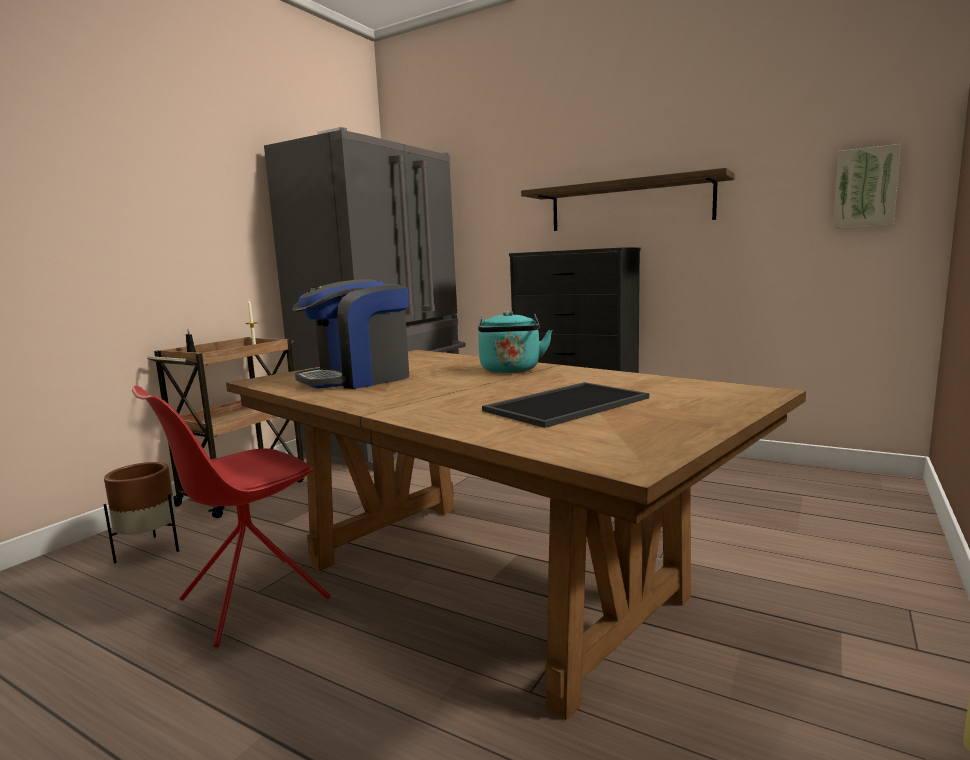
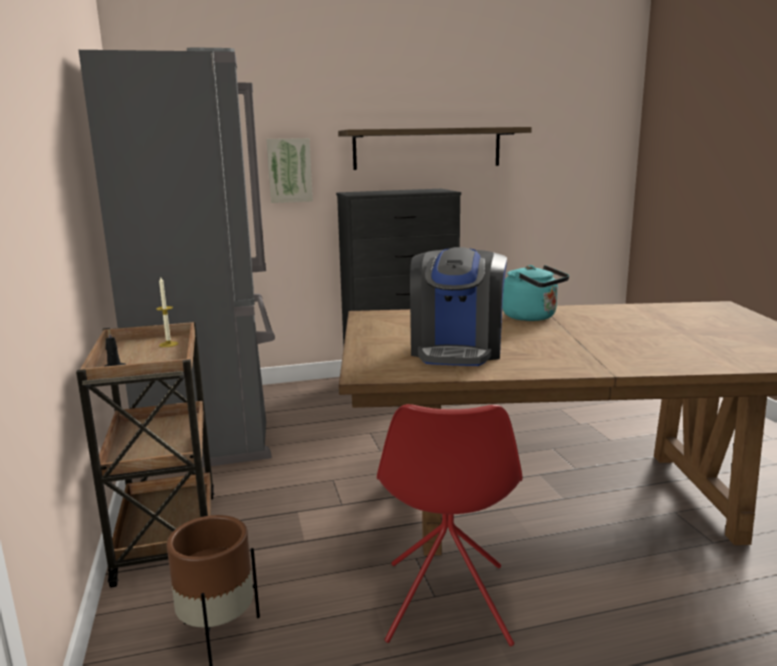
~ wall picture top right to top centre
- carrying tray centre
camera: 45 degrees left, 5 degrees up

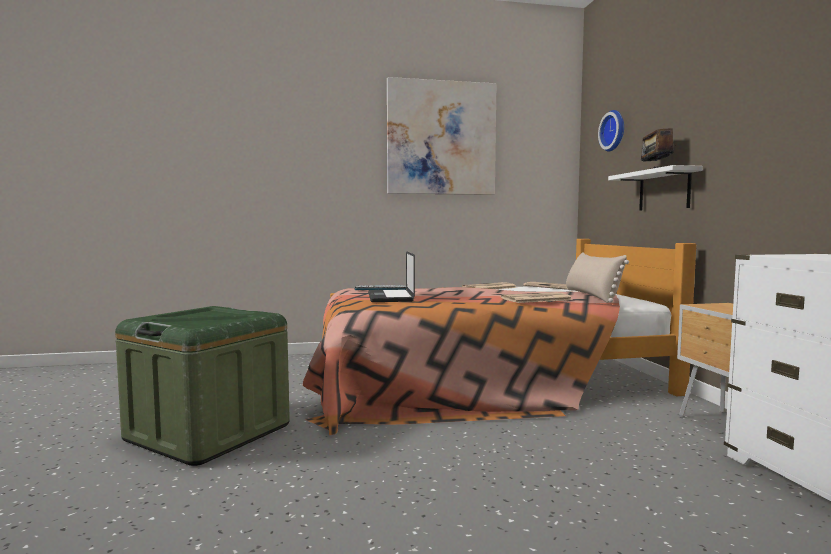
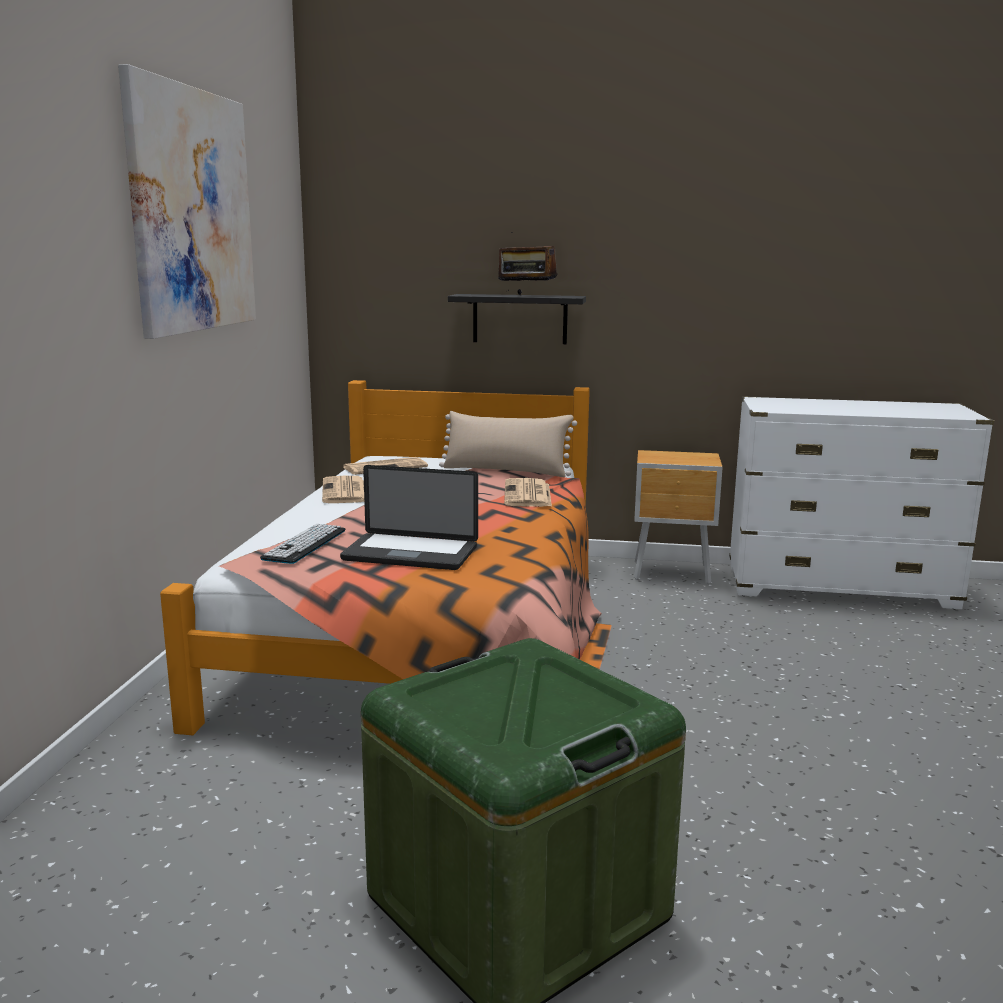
~ white-coloured shelf middle right to blackish shelf top centre
- wall clock top right
camera: 70 degrees left, 10 degrees up

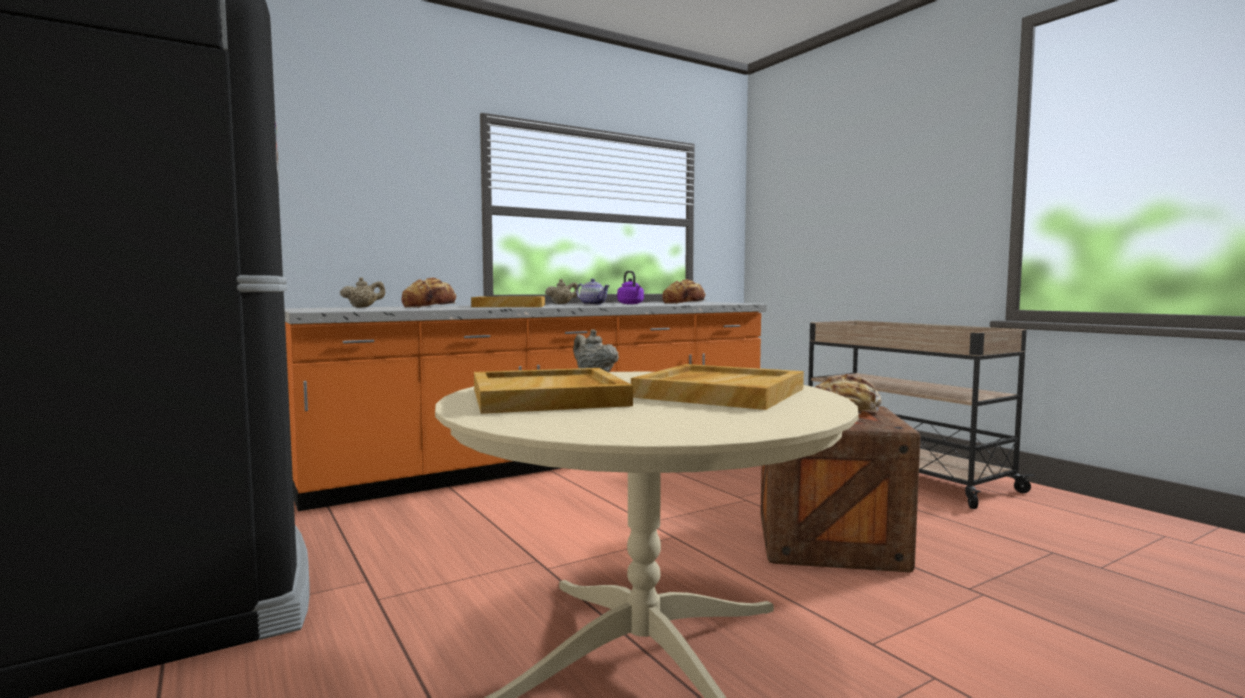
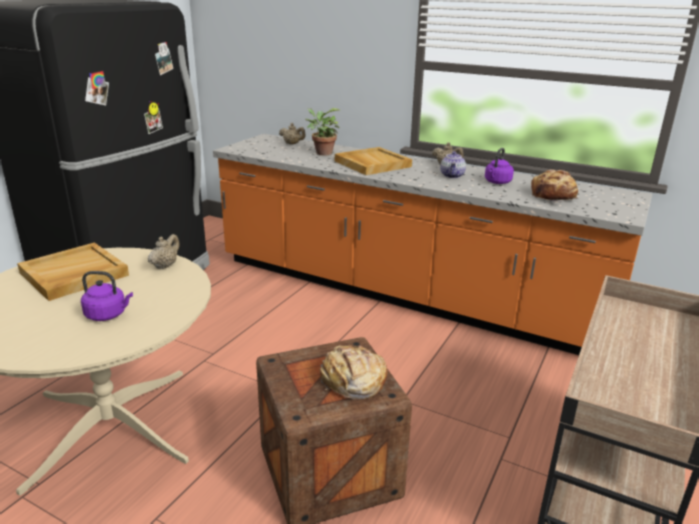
~ beige-coloured carrying tray (no. 3 from left) centre to purplish tea kettle (no. 1 from left) middle left
~ bakery bread (no. 1 from left) centre to houseplant top centre
camera: 60 degrees right, 20 degrees up

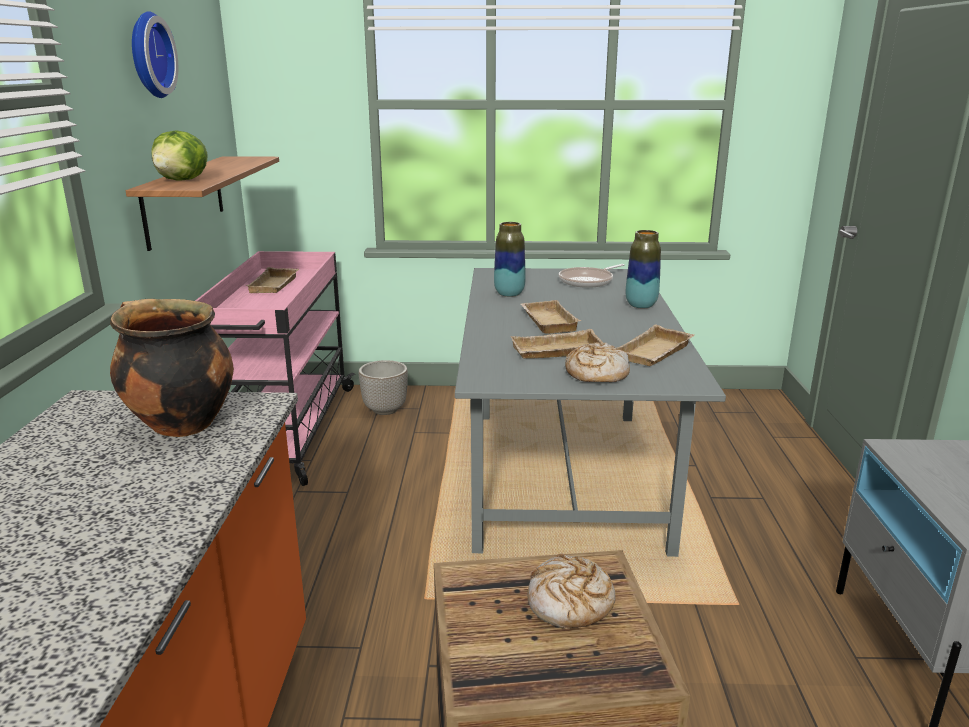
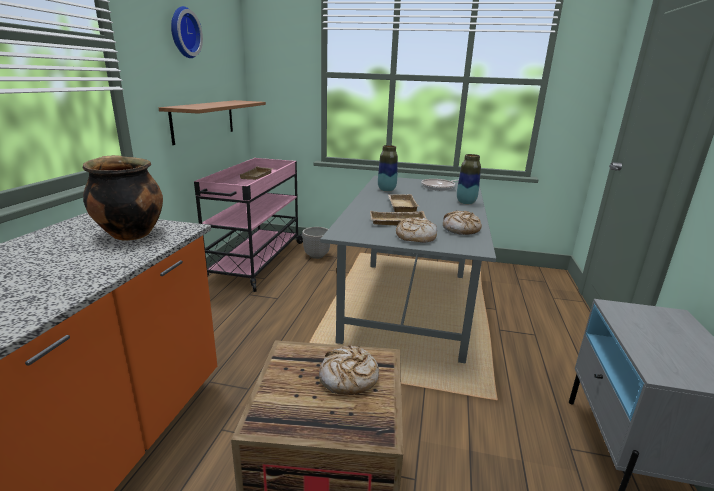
~ beige-coloured carrying tray (no. 4 from left) middle right to bakery bread (no. 3 from left) centre
- head of lettuce top left
camera: 10 degrees right, 0 degrees up

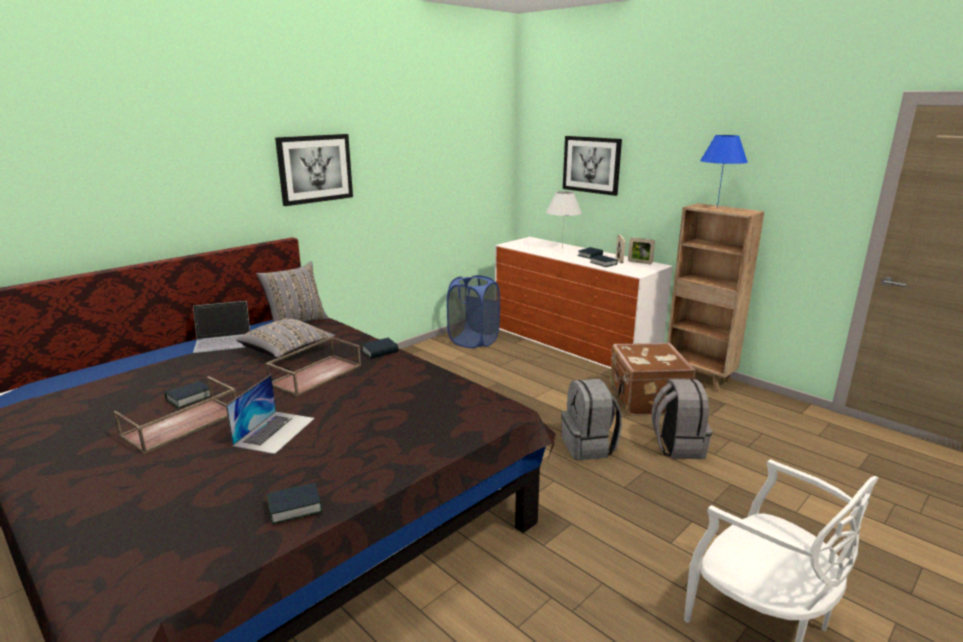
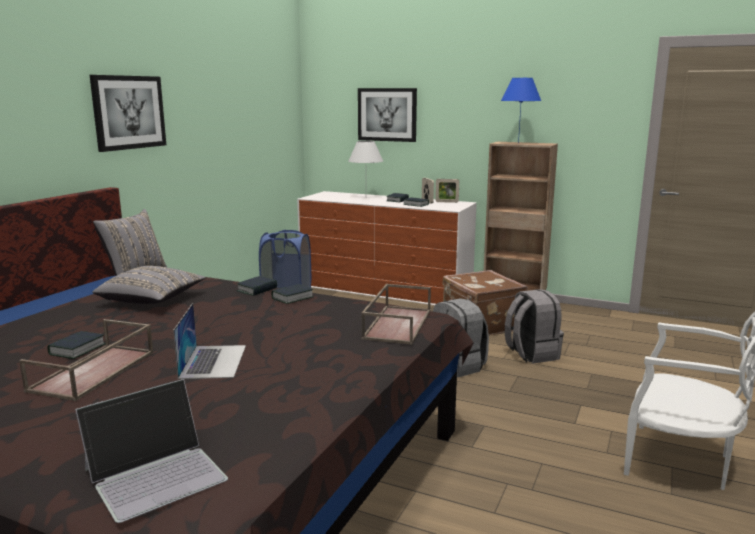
~ notebook computer (no. 1 from left) middle left to bottom left
~ book (no. 2 from left in the first image) bottom left to book (no. 3 from left) centre
~ brown-coloured carrying tray (no. 2 from left) middle left to centre
camera: 20 degrees left, 5 degrees down

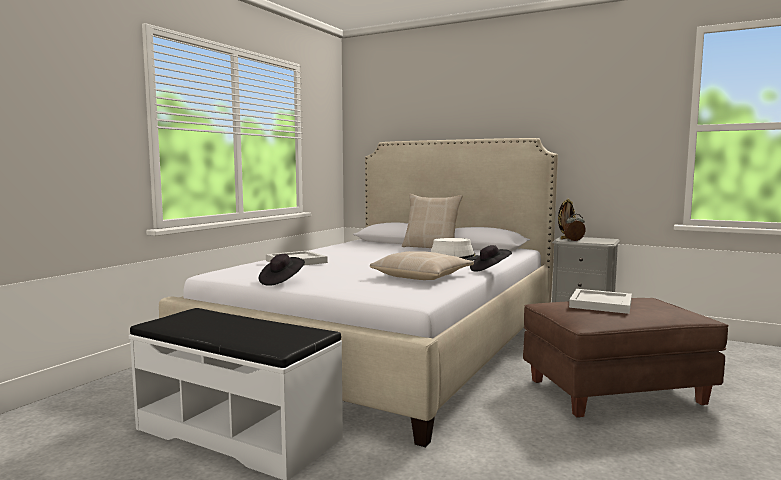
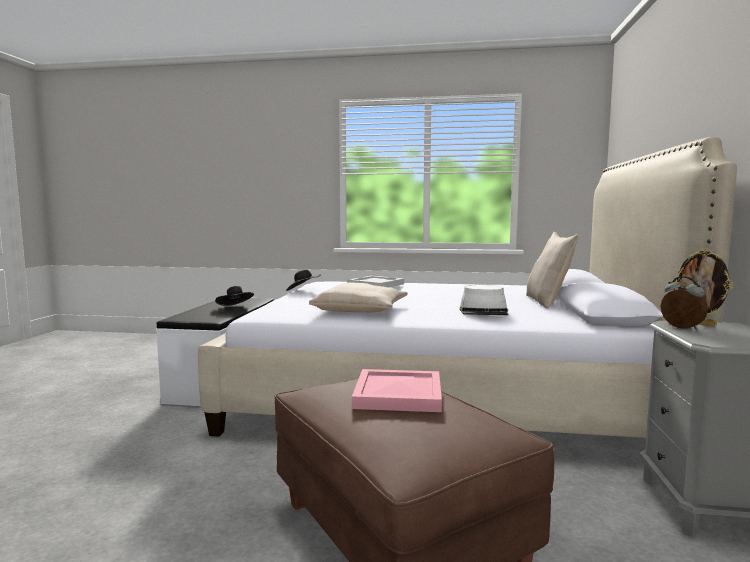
~ blackish wearable hat (no. 2 from left in the first image) centre to blackish wearable hat (no. 1 from left) middle left
~ white-coloured carrying tray (no. 2 from left) middle right to pink-coloured carrying tray bottom centre
camera: 70 degrees right, 0 degrees up

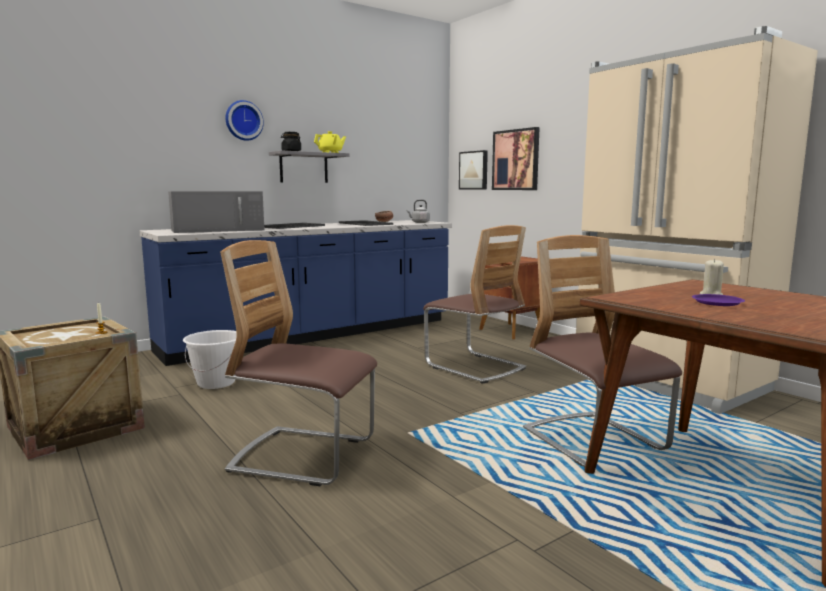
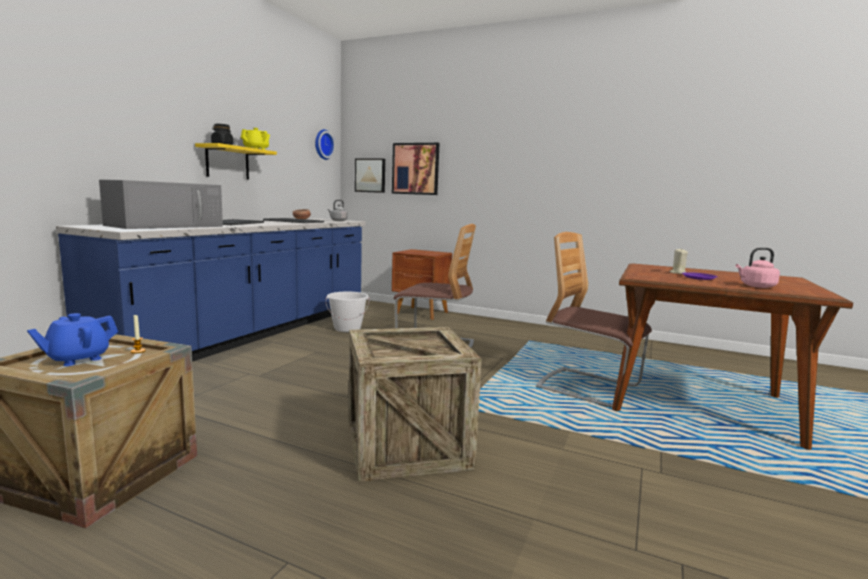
+ blue-coloured teapot middle left
~ greyish shelf top centre to yellow shelf top left
~ wall clock top left to top centre
~ white-coloured water bucket middle left to centre
~ upright chair (no. 1 from left) centre to packing crate (no. 2 from left) bottom centre
+ pink-coloured tea kettle middle right
- beige-coloured refrigerator middle right
camera: 30 degrees left, 0 degrees up

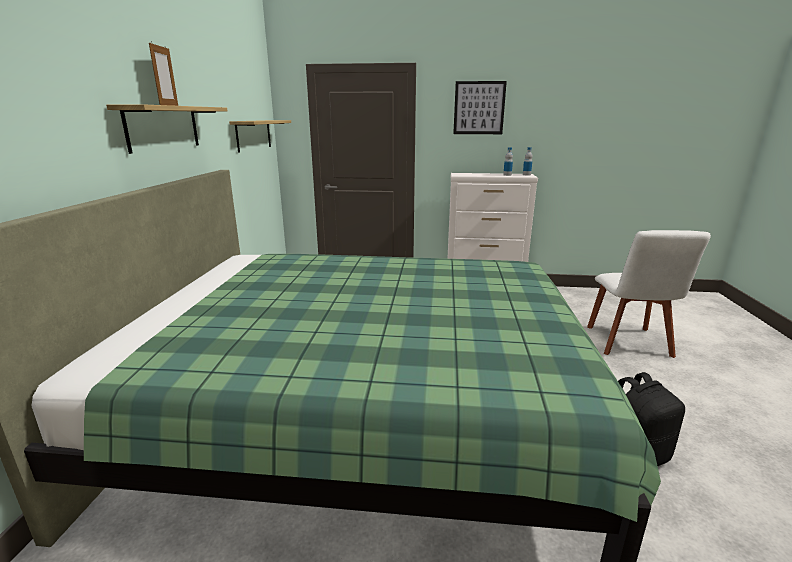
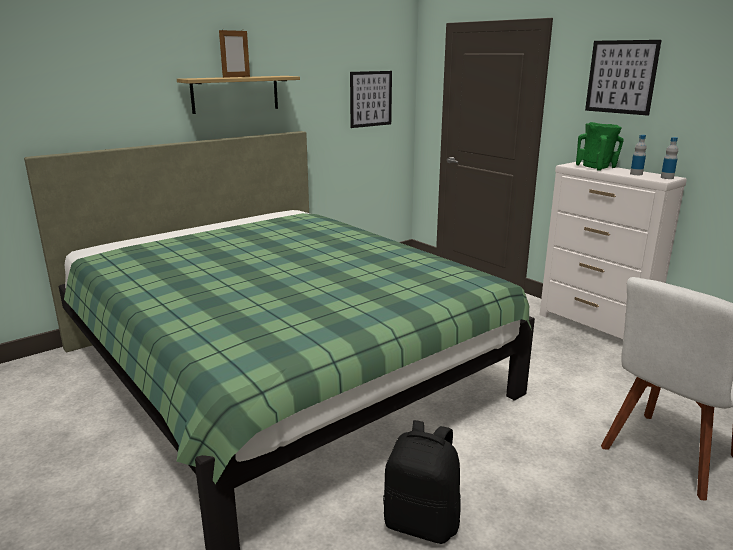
~ shelf (no. 2 from left) top left to wall picture (no. 1 from left) top centre
+ green-coloured vase top right
camera: 45 degrees right, 0 degrees up

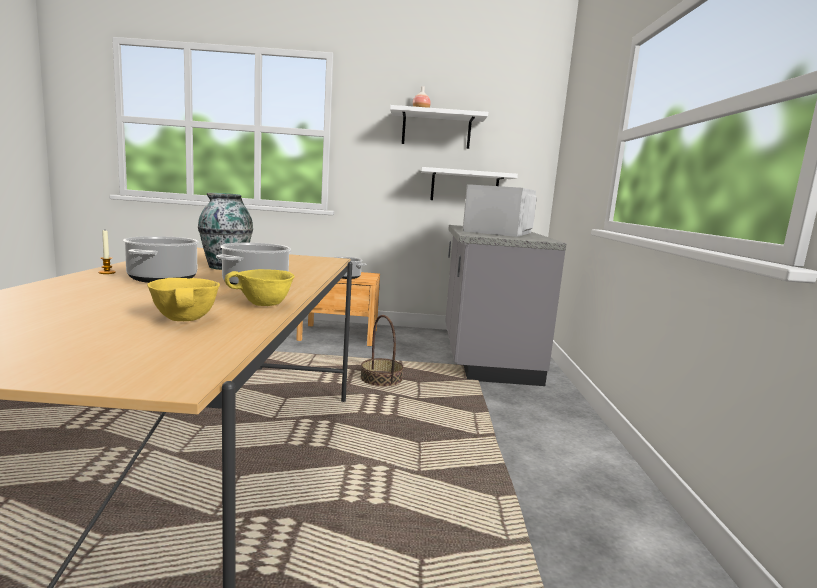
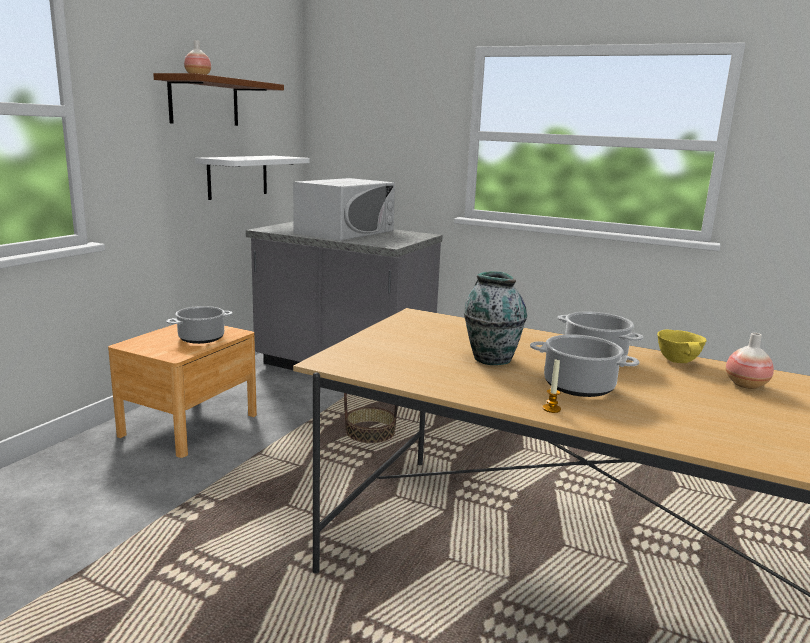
~ white-coloured shelf (no. 1 from left) top centre to brown-coloured shelf top left
~ white-coloured kitchen microwave centre = top centre 105 degrees counterclockwise
~ yellow bowl (no. 1 from left) middle left to vase (no. 3 from left) middle right
camera: 65 degrees left, 5 degrees up

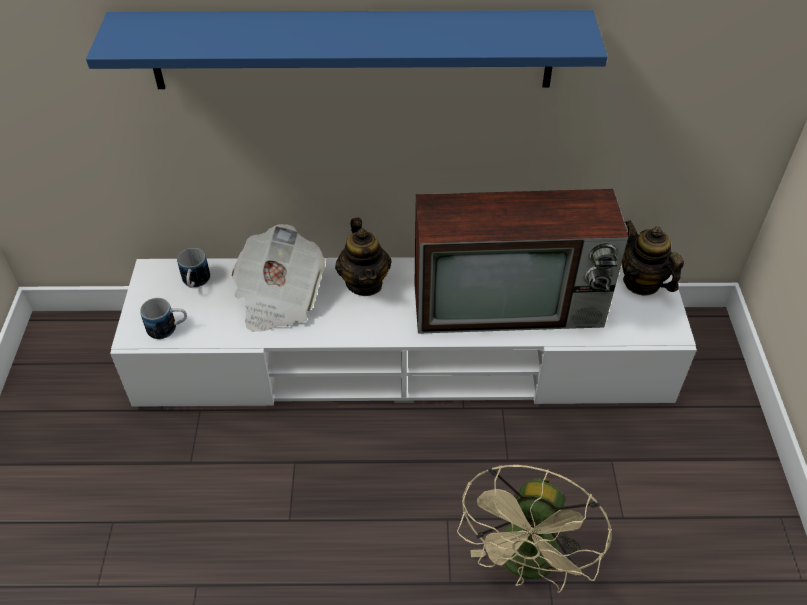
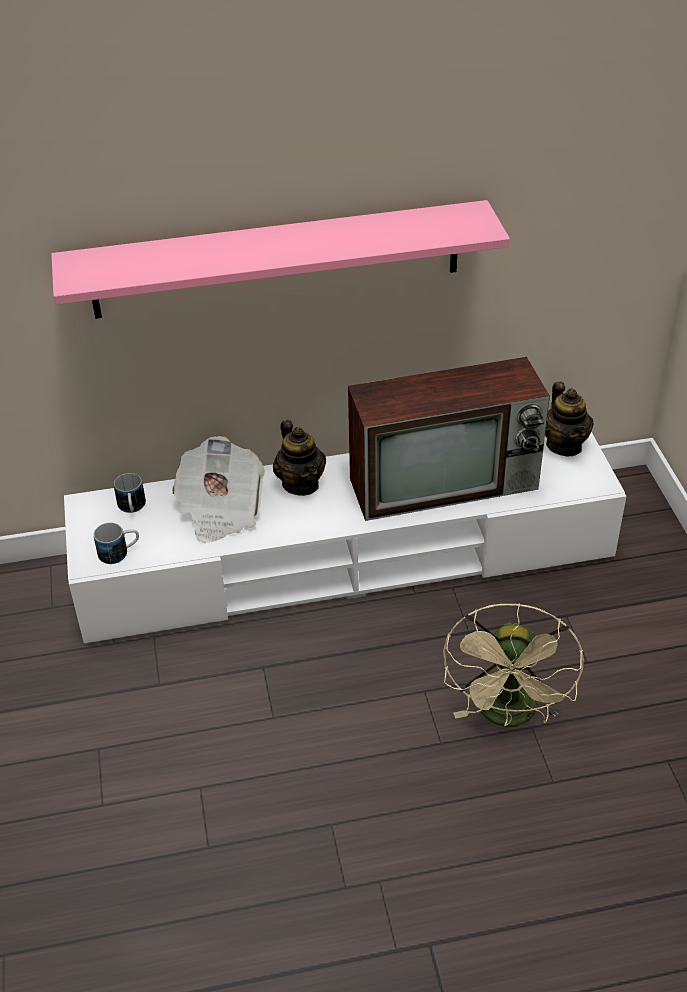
~ blue-coloured shelf top centre to pink-coloured shelf top centre
~ teapot (no. 2 from left) middle right = middle right 150 degrees counterclockwise
camera: 10 degrees left, 5 degrees down

